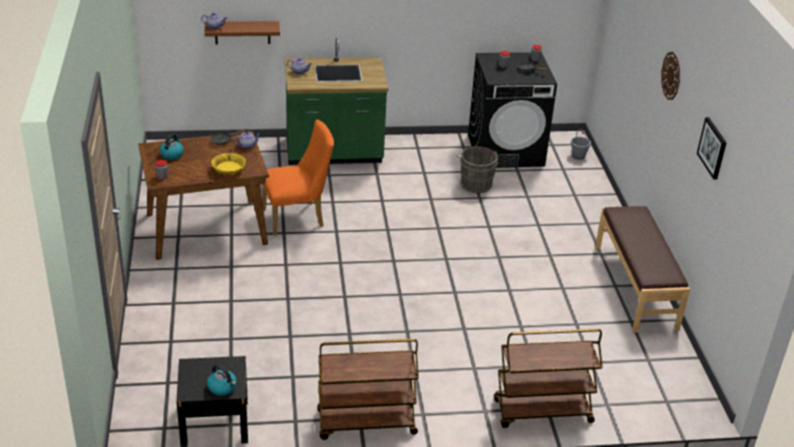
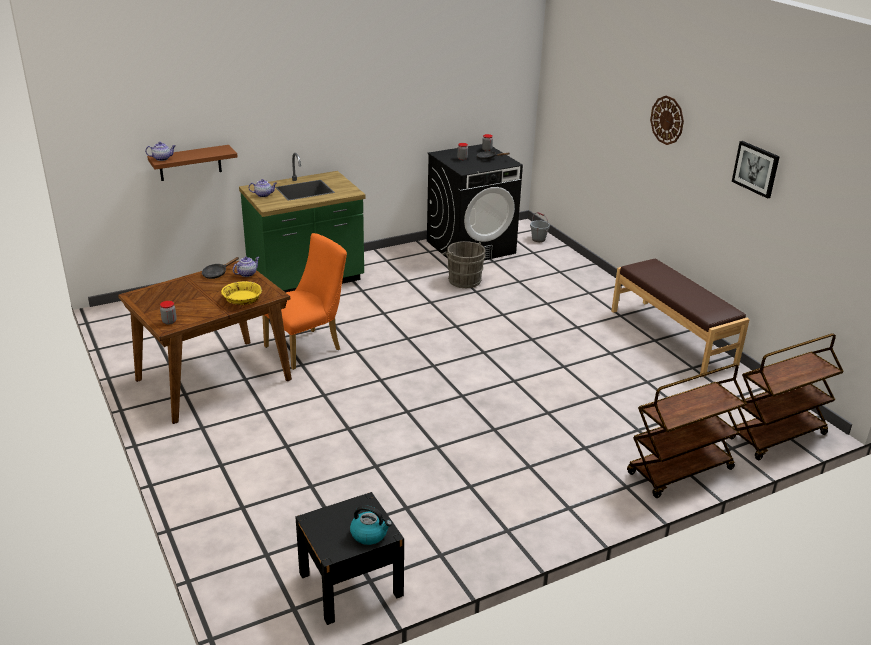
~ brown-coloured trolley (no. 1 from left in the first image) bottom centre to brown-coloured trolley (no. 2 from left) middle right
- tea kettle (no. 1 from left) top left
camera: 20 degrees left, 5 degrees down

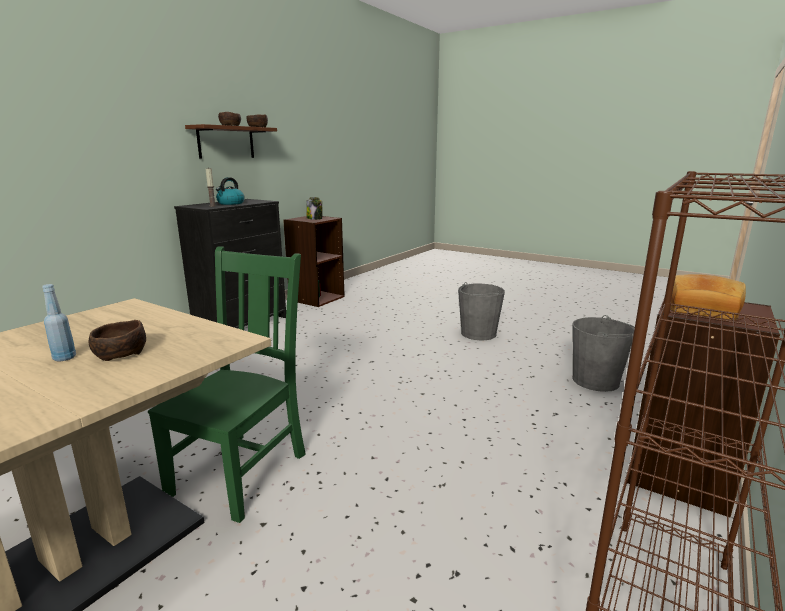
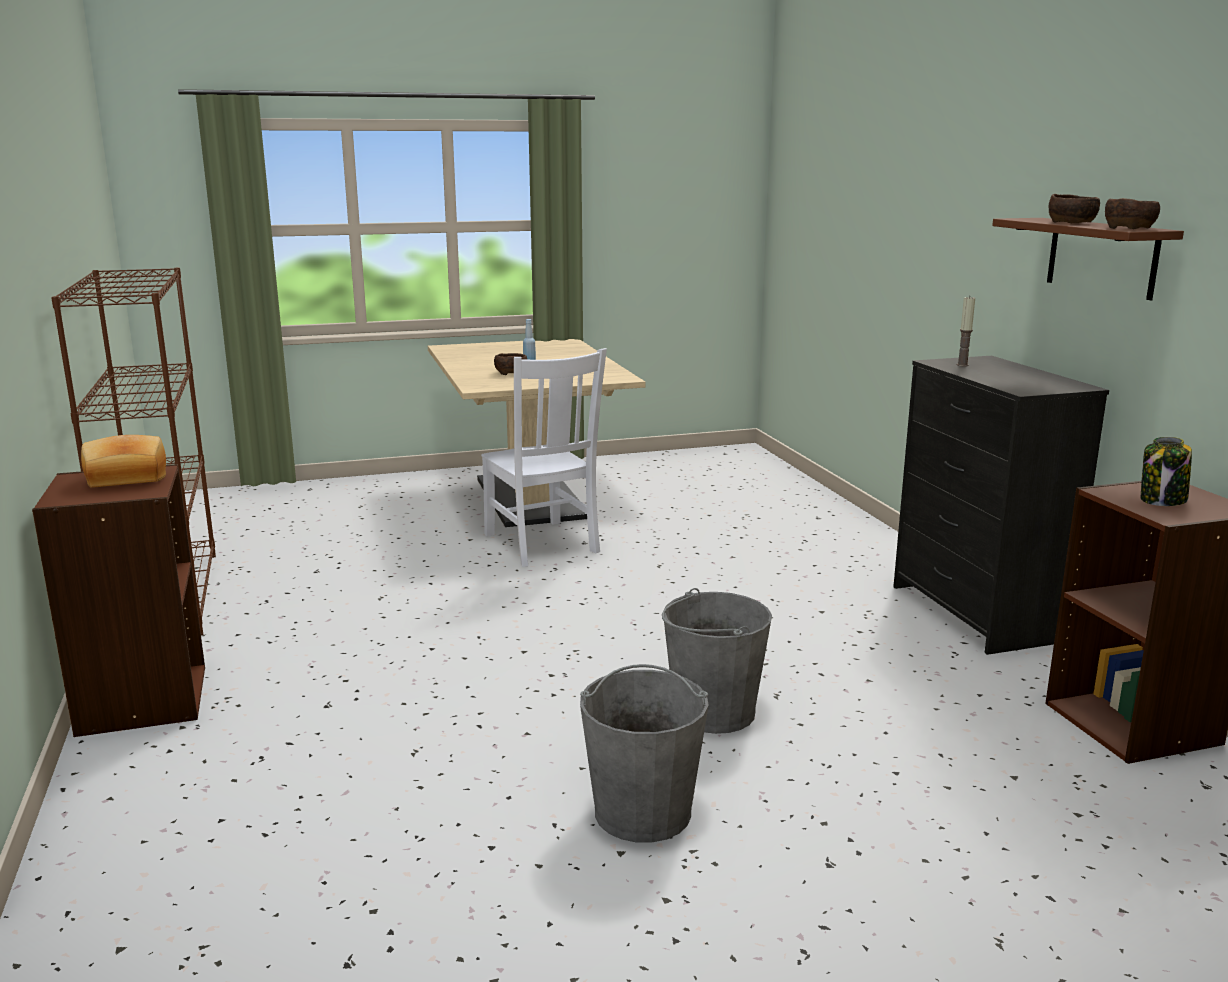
~ green-coloured upright chair middle left to white-coloured upright chair centre
~ greyish water bucket (no. 2 from left) middle right to bottom centre
- tea kettle top left
camera: 130 degrees right, 0 degrees up

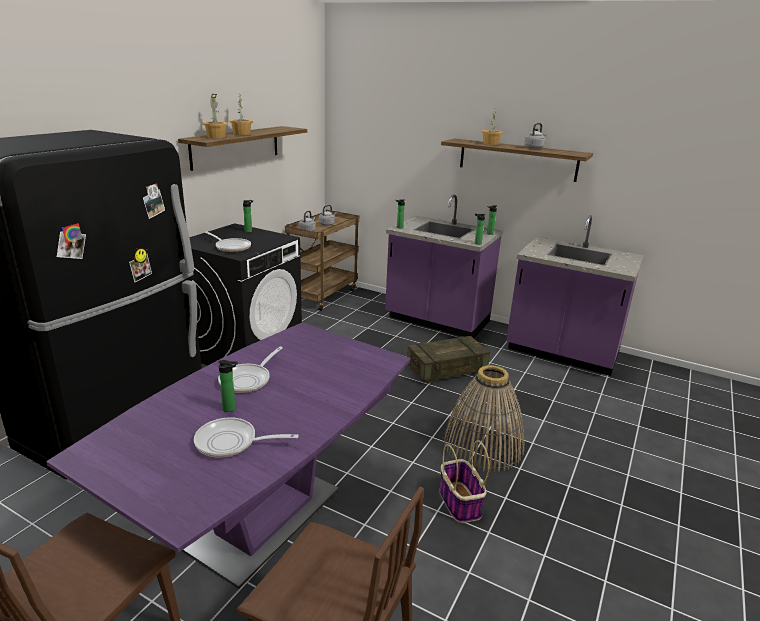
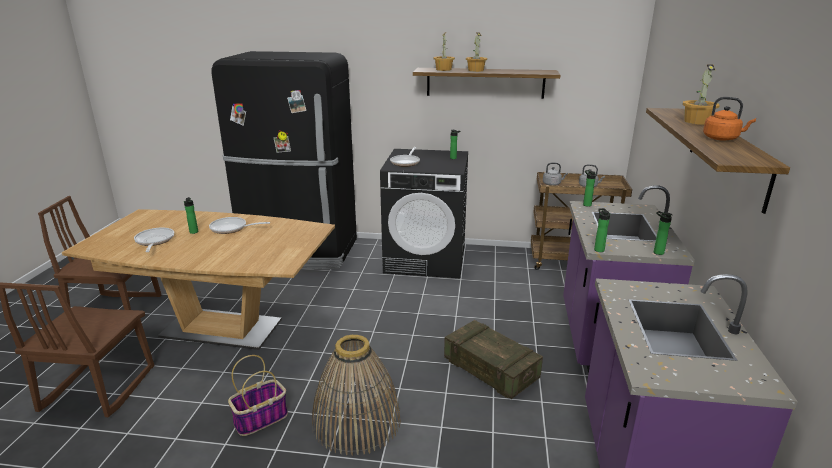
~ purplish dining table bottom left to brown-coloured dining table middle left
~ greyish tea kettle (no. 3 from left) top right to orangey tea kettle top right
camera: 70 degrees right, 0 degrees up

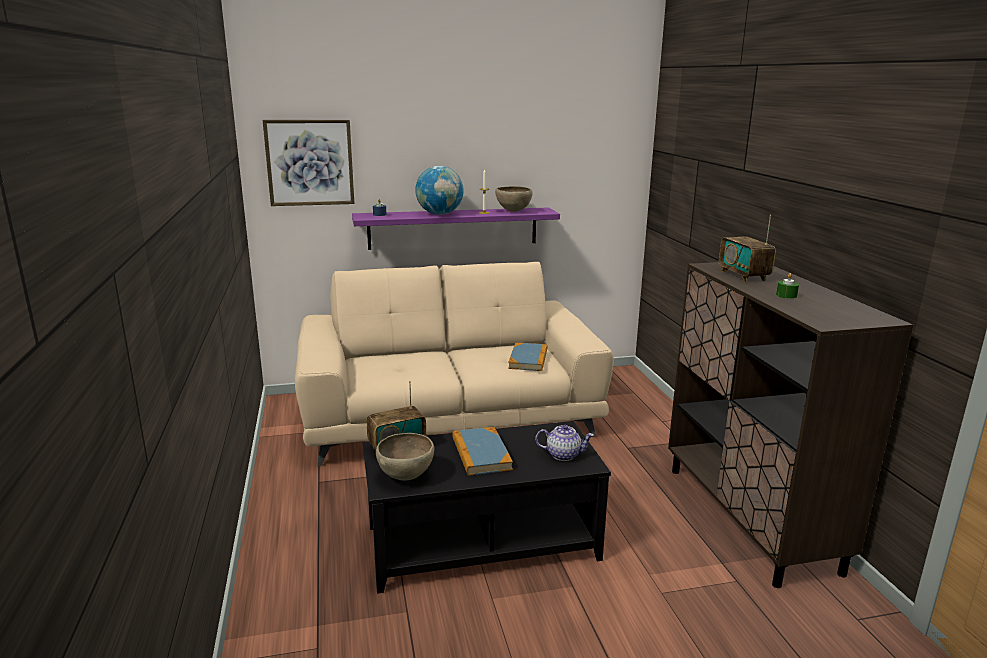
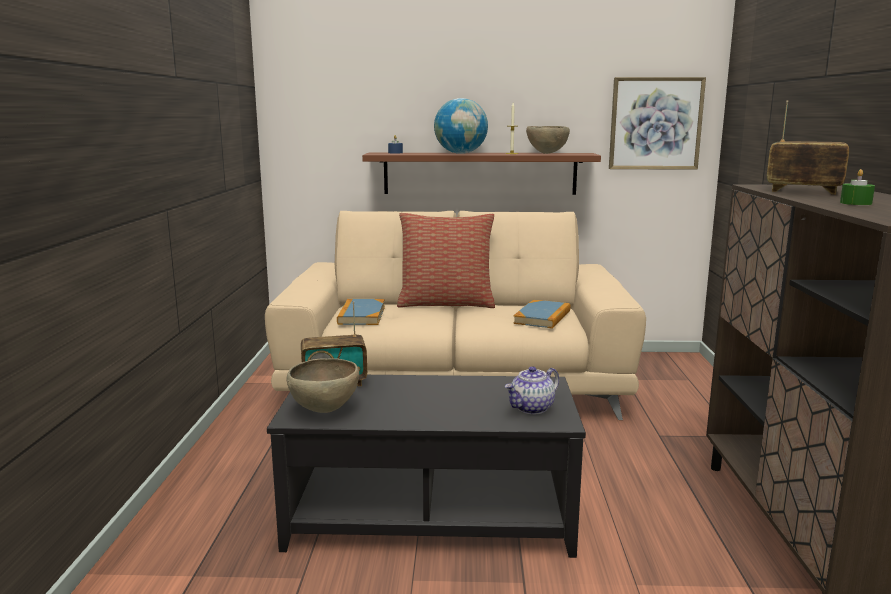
~ book (no. 1 from left) bottom centre to centre
~ purplish shelf centre to brown-coloured shelf top centre
+ cushion centre
~ teapot bottom centre = centre 120 degrees clockwise
~ wall picture top left to top right
~ radio set (no. 2 from left) middle right = top right 120 degrees clockwise
camera: 15 degrees right, 5 degrees down

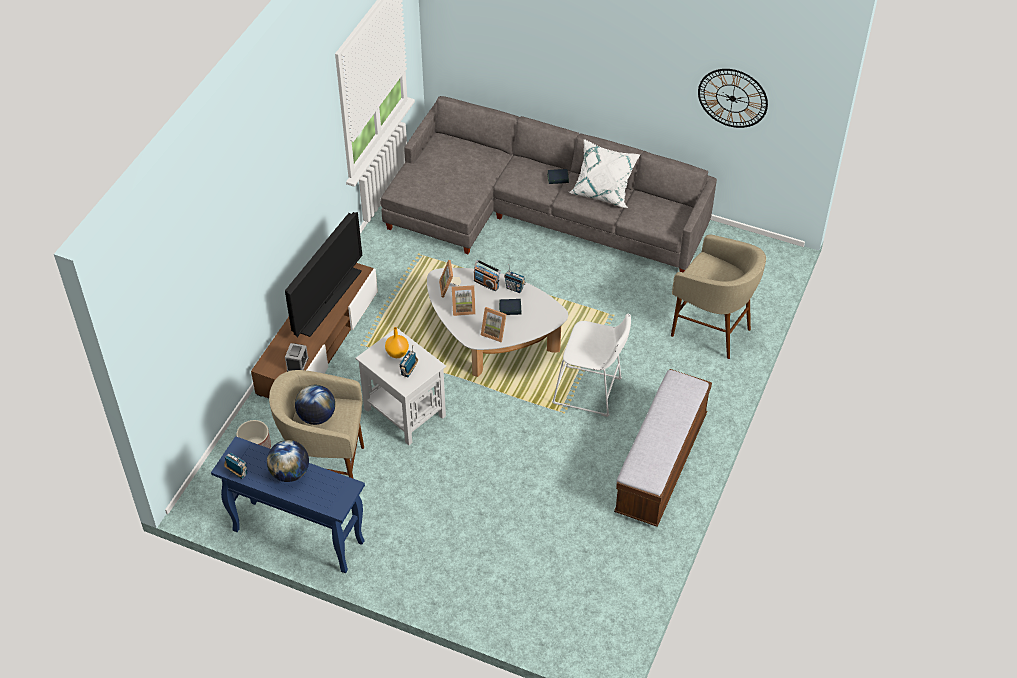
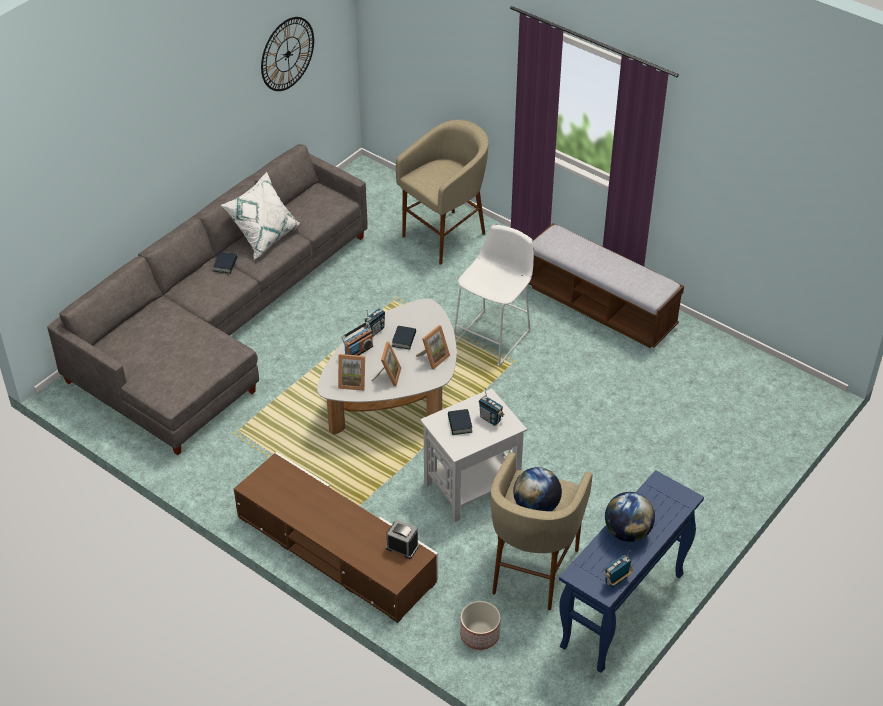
~ orangey vase centre to book (no. 3 from left) centre
- TV set middle left
camera: 75 degrees left, 5 degrees down

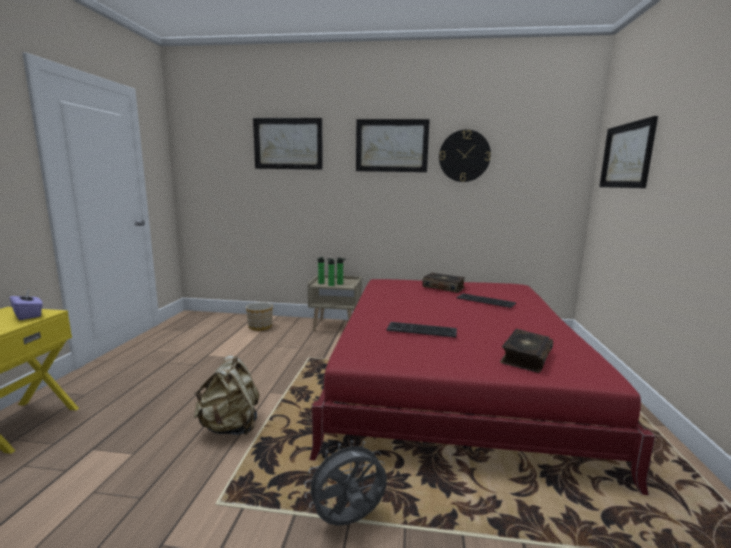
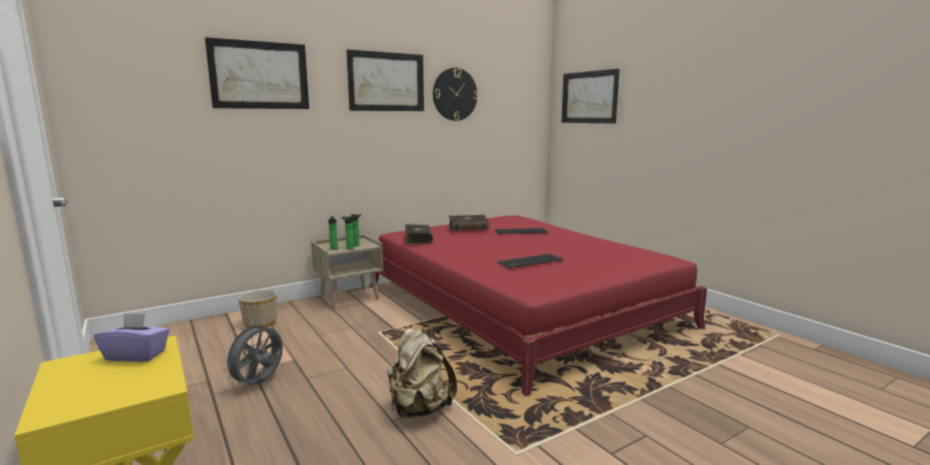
~ greyish cooling fan bottom centre to bottom left
~ book (no. 2 from left in the first image) middle right to book (no. 1 from left) centre
camera: 40 degrees left, 0 degrees up

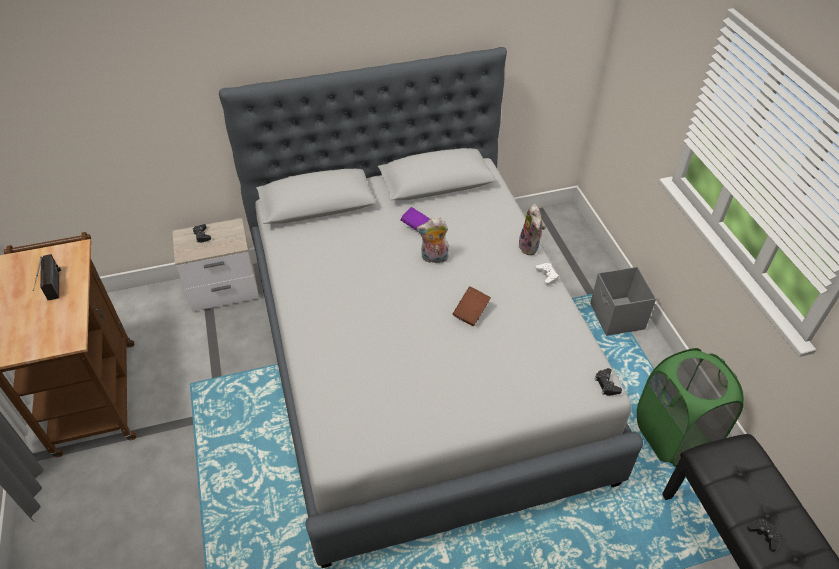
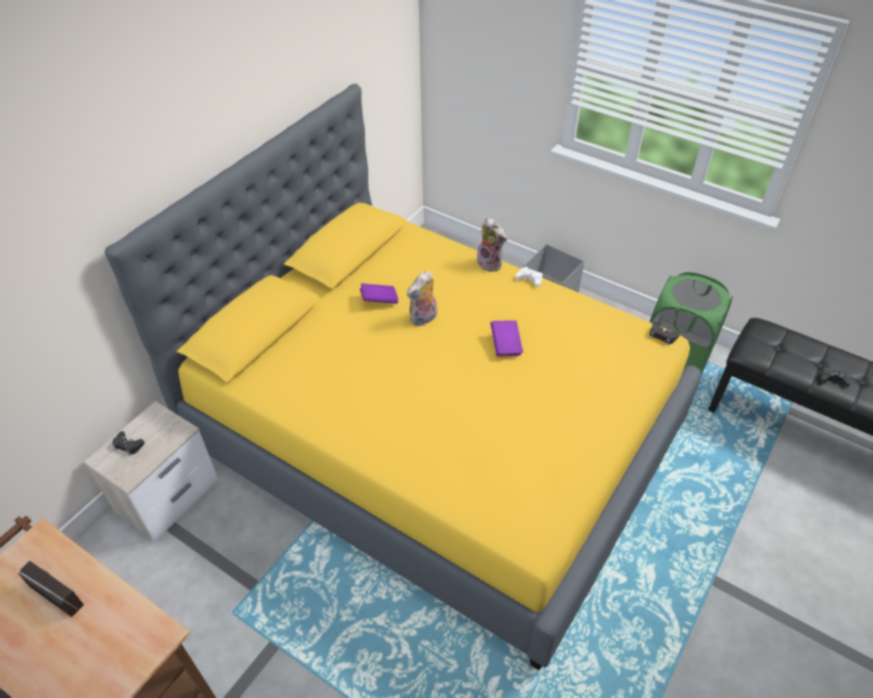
~ greyish sleeping bed centre to yellow sleeping bed centre
~ brown-coloured book centre to purplish book (no. 2 from left) centre
camera: 40 degrees left, 0 degrees up

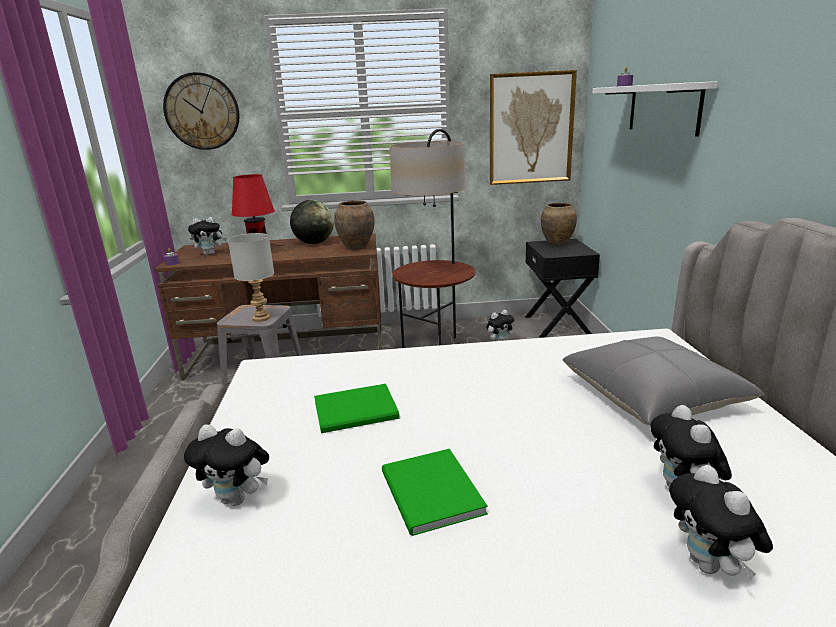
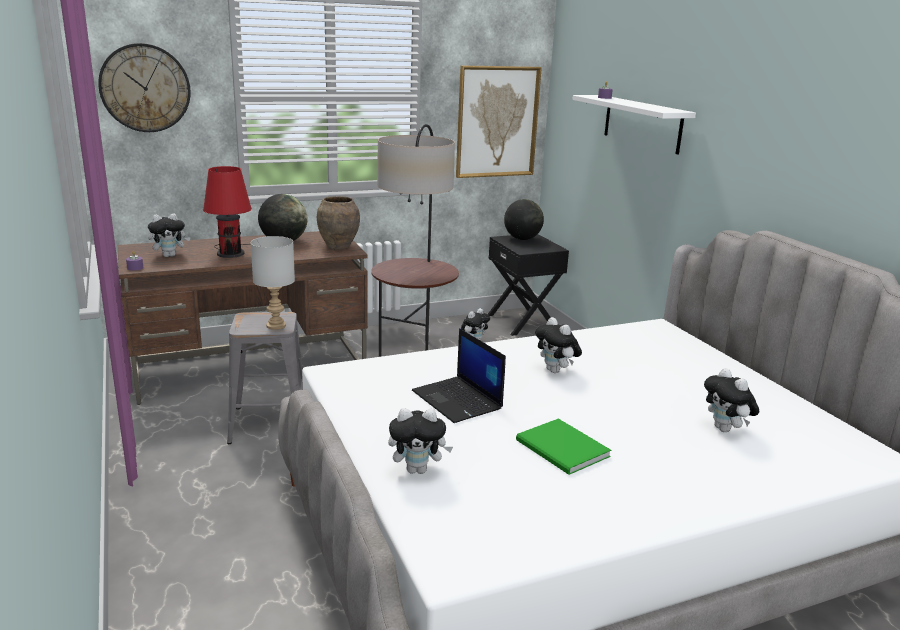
~ green-coloured book (no. 1 from left) centre to notebook computer centre
~ brown-coloured vase (no. 2 from left) middle right to globe (no. 2 from left) centre
~ soft toy (no. 5 from left in the first image) bottom right to soft toy (no. 4 from left) centre
- greyish cushion middle right
camera: 20 degrees left, 0 degrees up

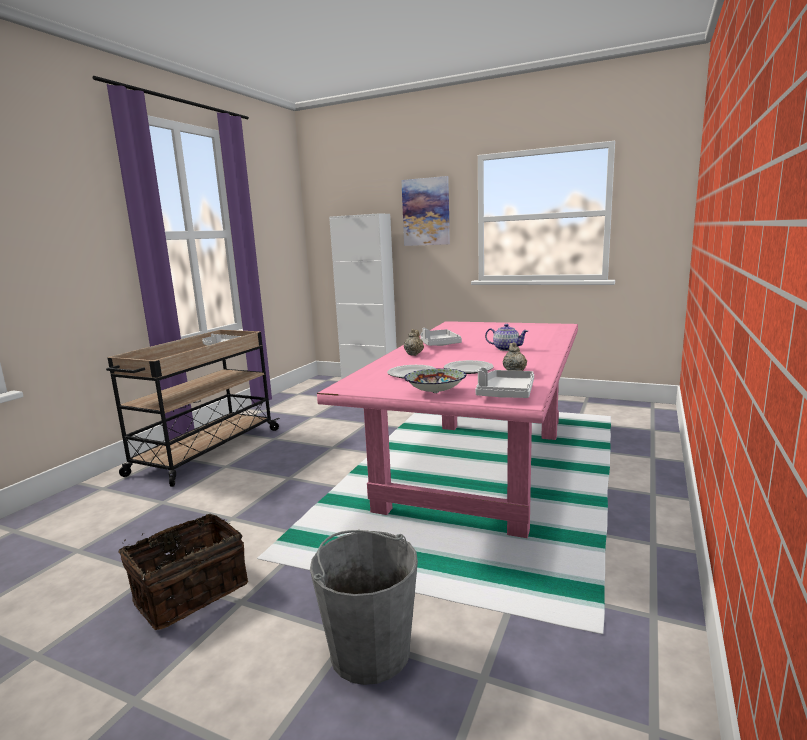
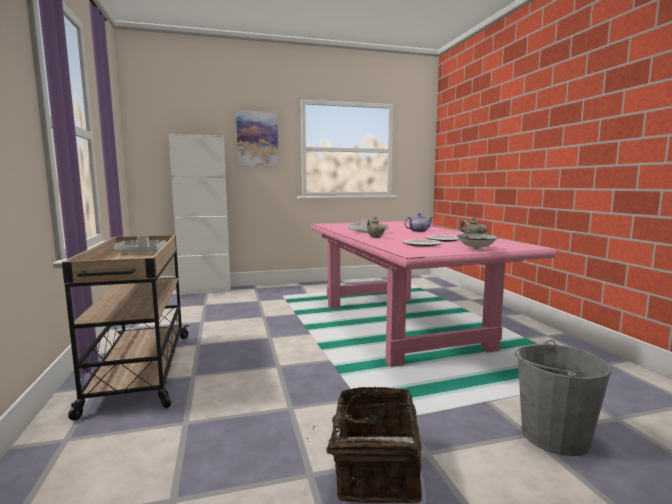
- greyish carrying tray (no. 3 from left) centre
camera: 40 degrees left, 5 degrees down

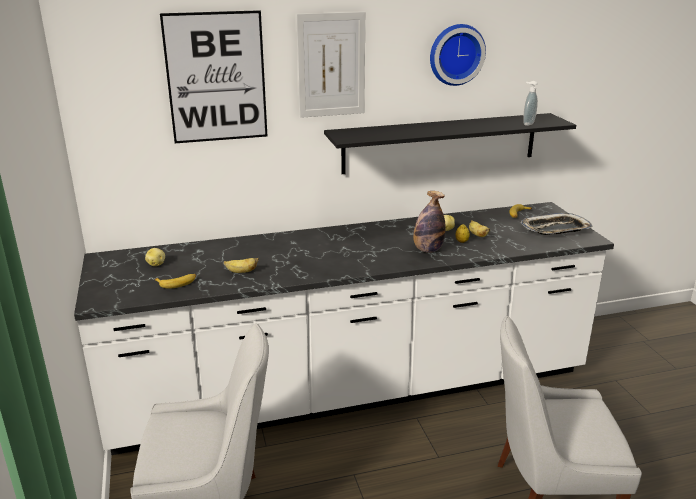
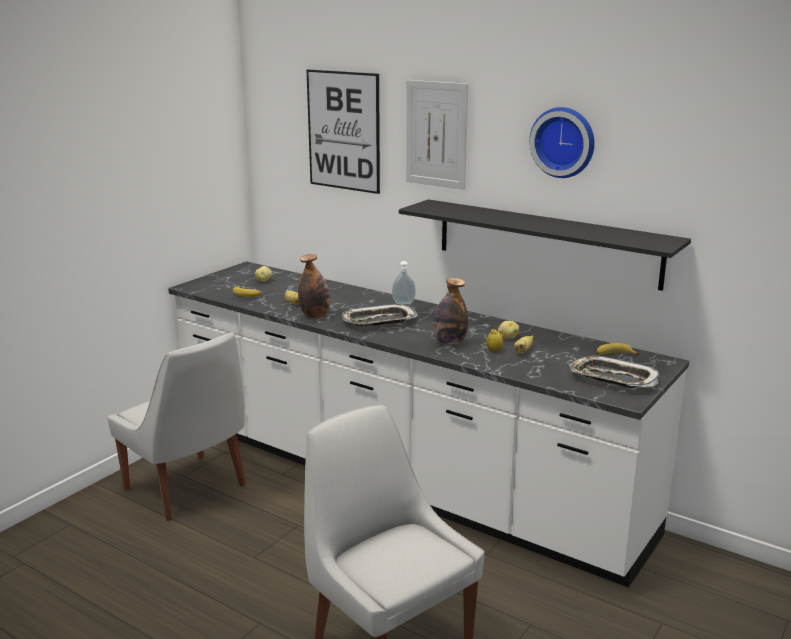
+ bottle (no. 1 from left) centre
+ carrying tray (no. 1 from left) centre
~ soap bottle top right to centre
camera: 50 degrees right, 5 degrees down

